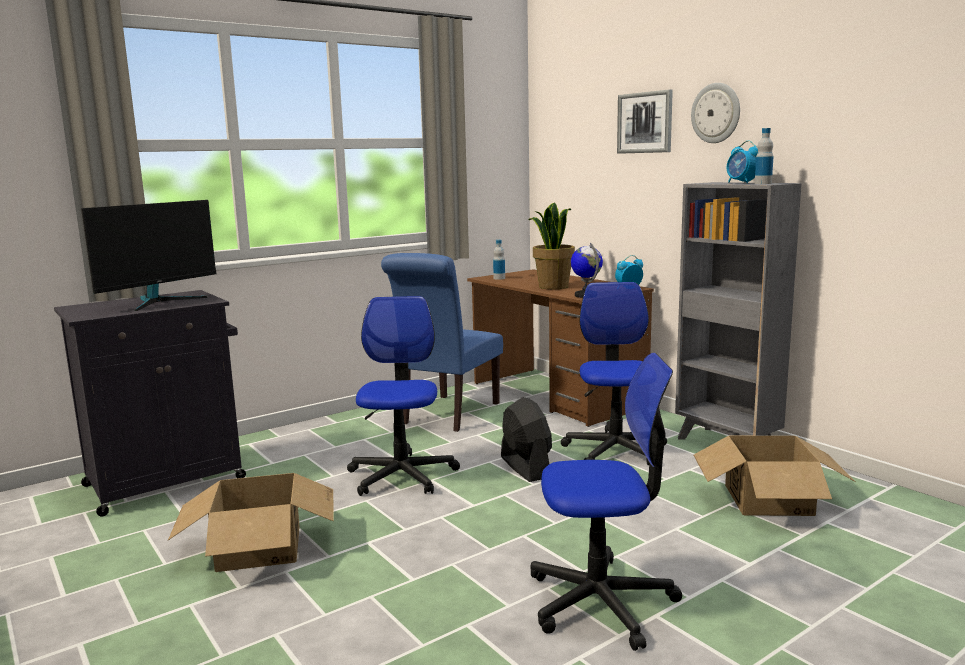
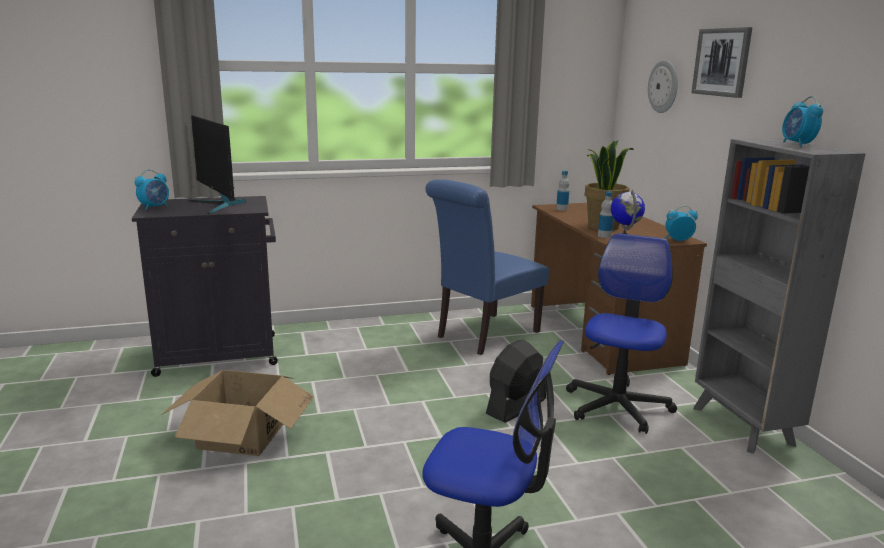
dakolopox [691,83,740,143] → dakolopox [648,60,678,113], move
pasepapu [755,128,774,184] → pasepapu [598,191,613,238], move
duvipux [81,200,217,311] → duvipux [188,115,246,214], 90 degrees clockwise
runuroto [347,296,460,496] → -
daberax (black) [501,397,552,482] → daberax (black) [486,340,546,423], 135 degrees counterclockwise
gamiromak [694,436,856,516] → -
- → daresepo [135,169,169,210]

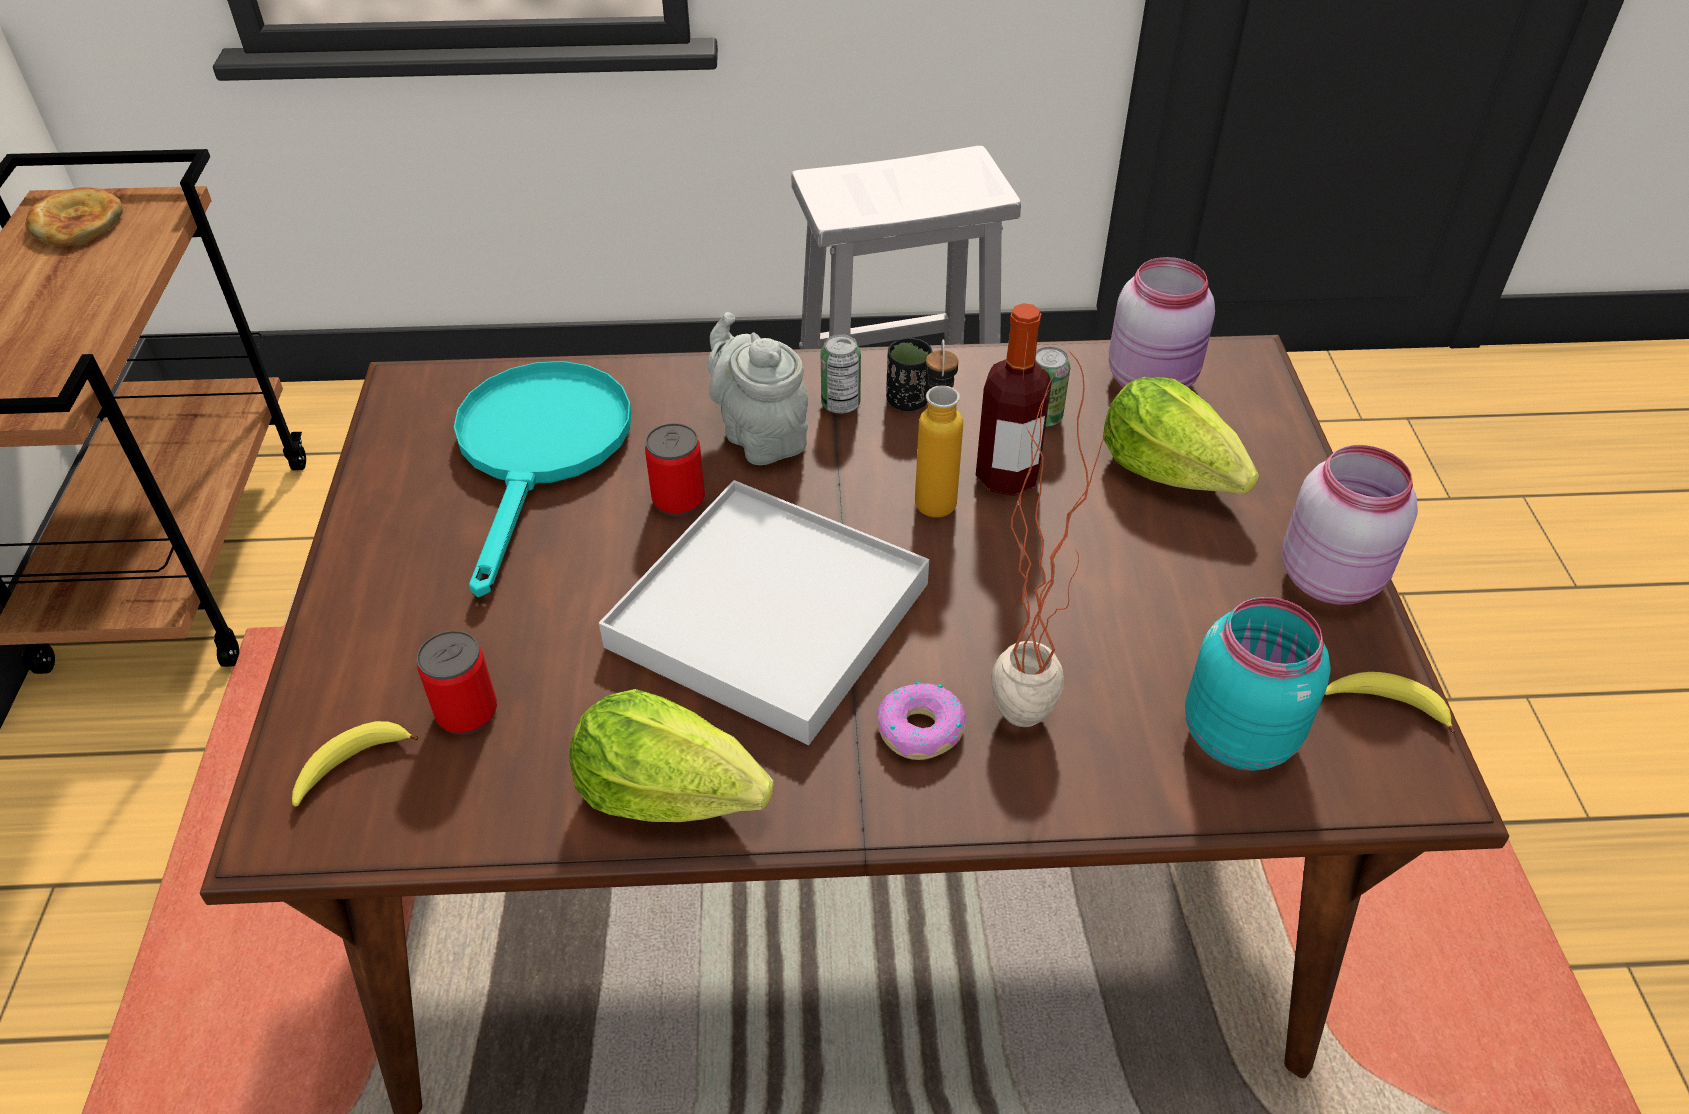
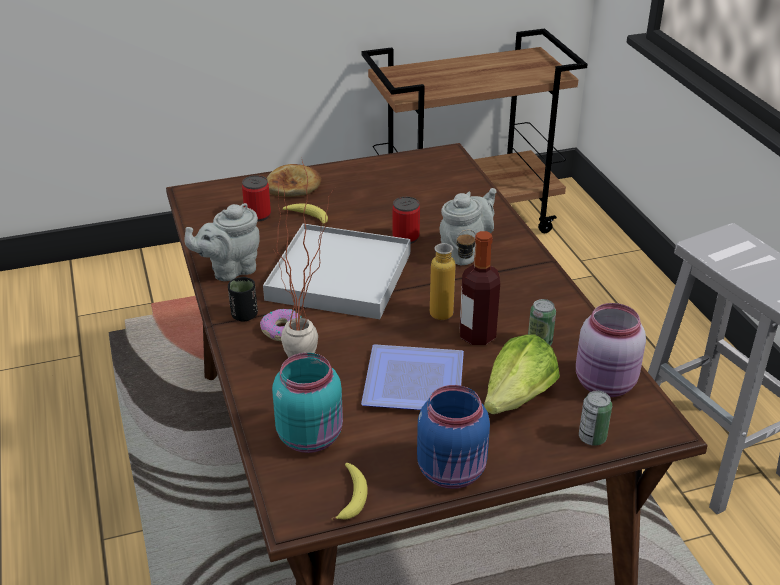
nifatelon [26,187,123,246] → nifatelon [267,164,321,197], move
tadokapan [820,334,861,414] → tadokapan [579,391,612,446], move
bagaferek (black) [886,337,932,411] → bagaferek (black) [228,277,258,322], move
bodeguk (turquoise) [454,361,631,597] → -
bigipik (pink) [1282,445,1418,605] → bigipik (blue) [417,385,490,489]
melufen [569,689,774,822] → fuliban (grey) [184,203,260,281]
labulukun [292,721,418,807] → labulukun [283,203,328,226], move
- → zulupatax [361,344,464,410]

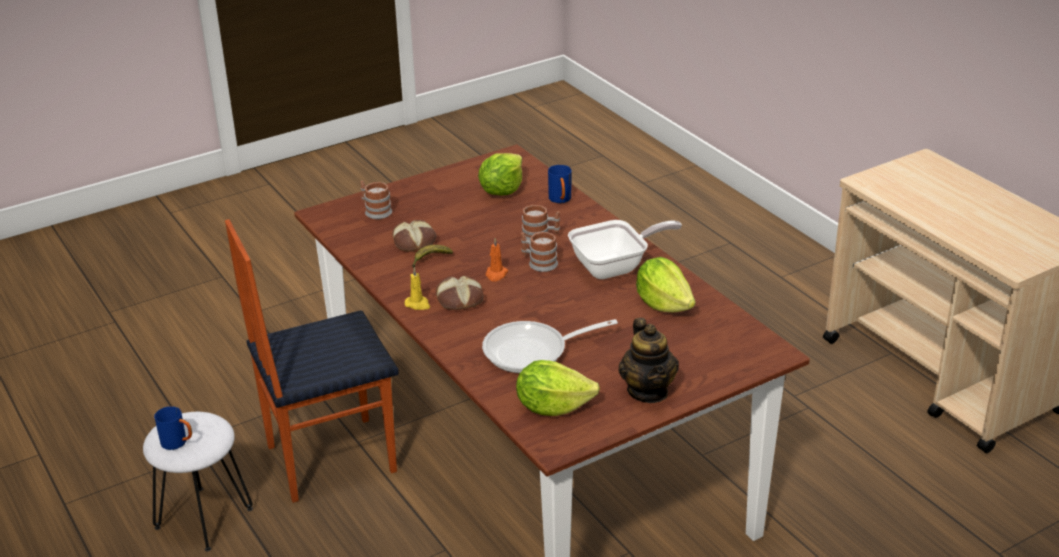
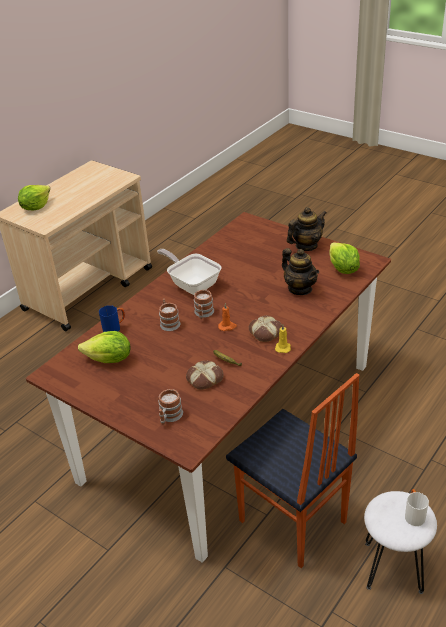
melufen [636,257,696,312] → melufen [18,185,50,210], move
bodeguk [482,319,618,373] → fuliban [282,248,319,295]
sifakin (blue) [154,406,192,450] → sifakin (white) [405,489,429,526]

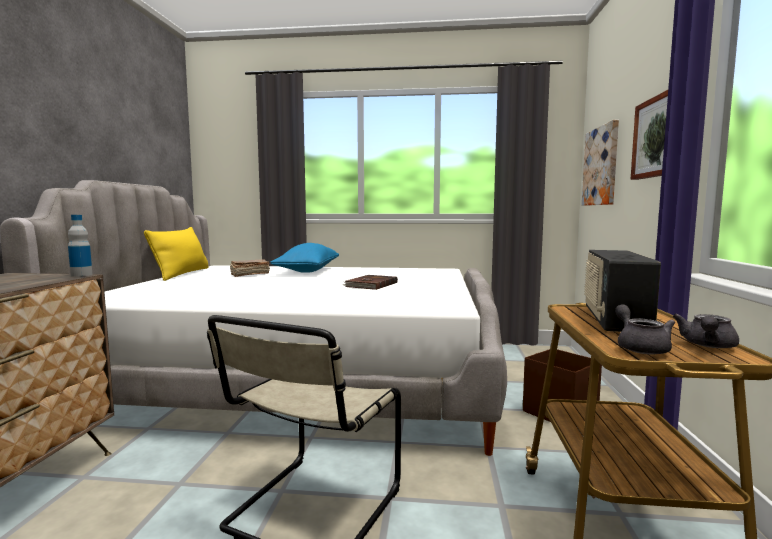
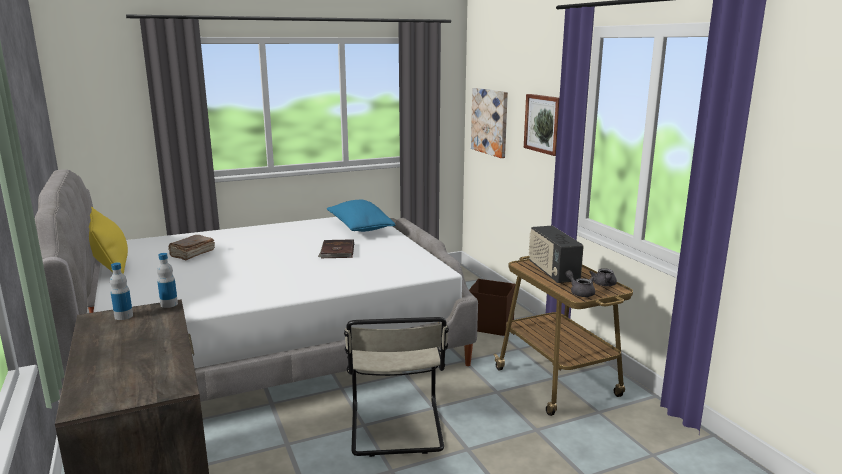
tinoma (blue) [270,243,339,273] → tinoma (blue) [327,200,395,232], move
- → pasepapu [110,263,133,320]

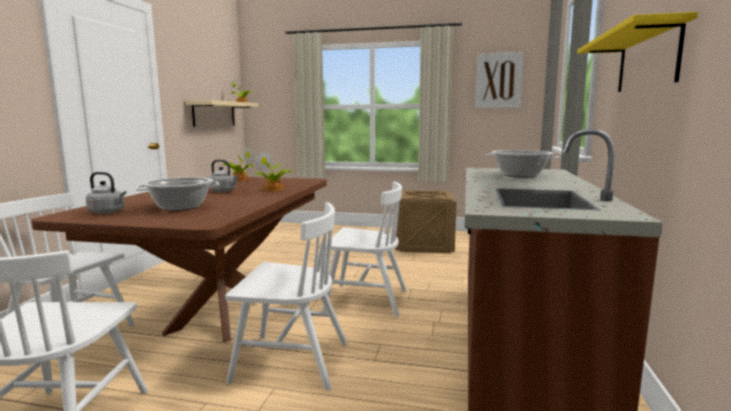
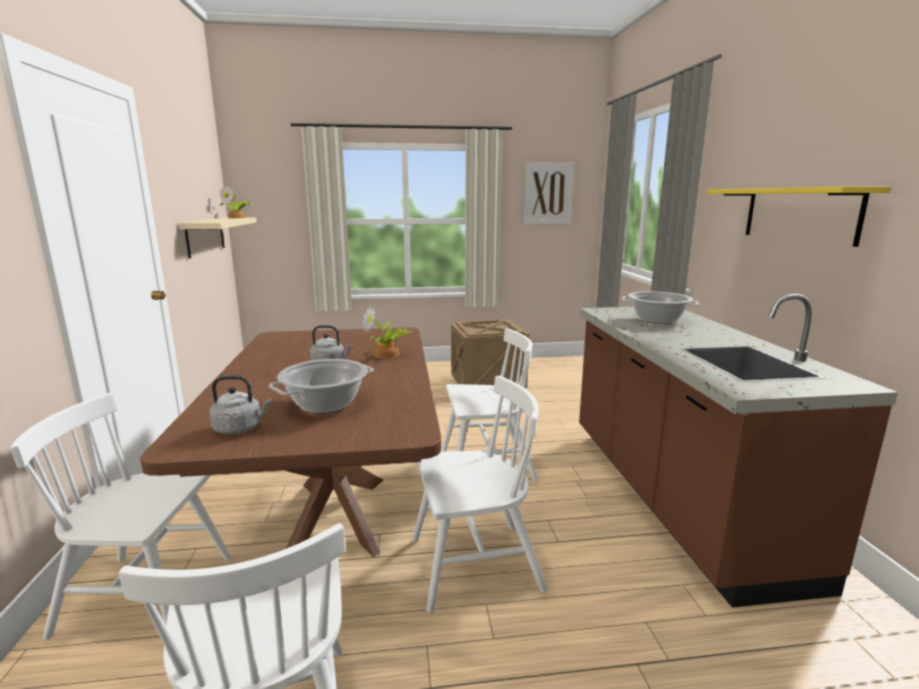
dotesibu [223,146,255,181] → -

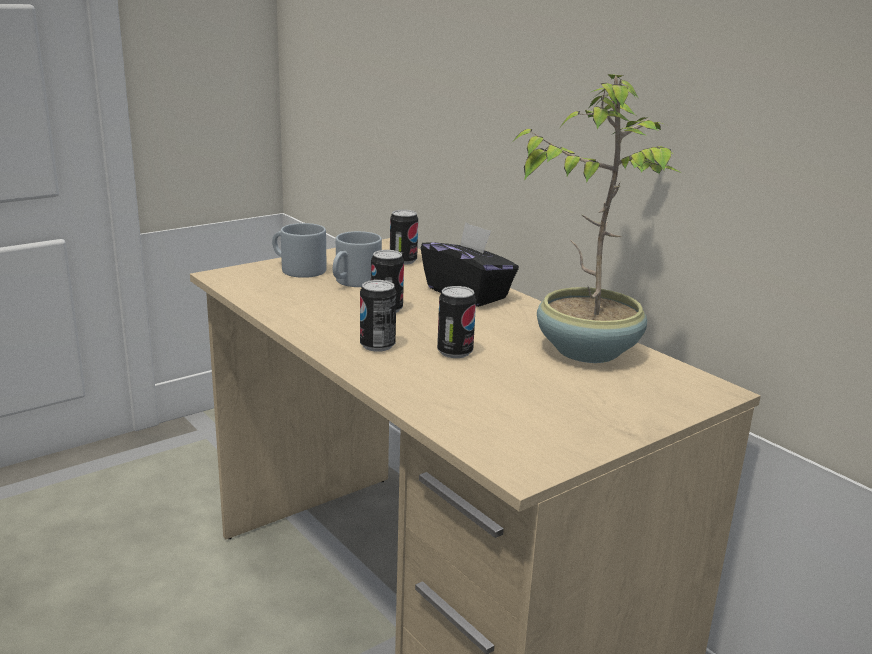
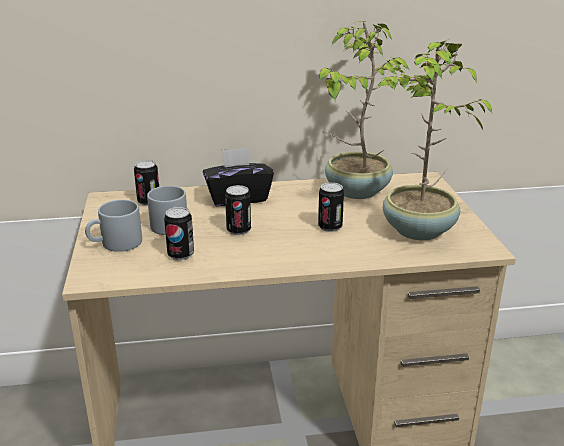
tadokapan [360,280,396,352] → tadokapan [164,207,194,260], move
- → dotesibu [378,39,493,240]

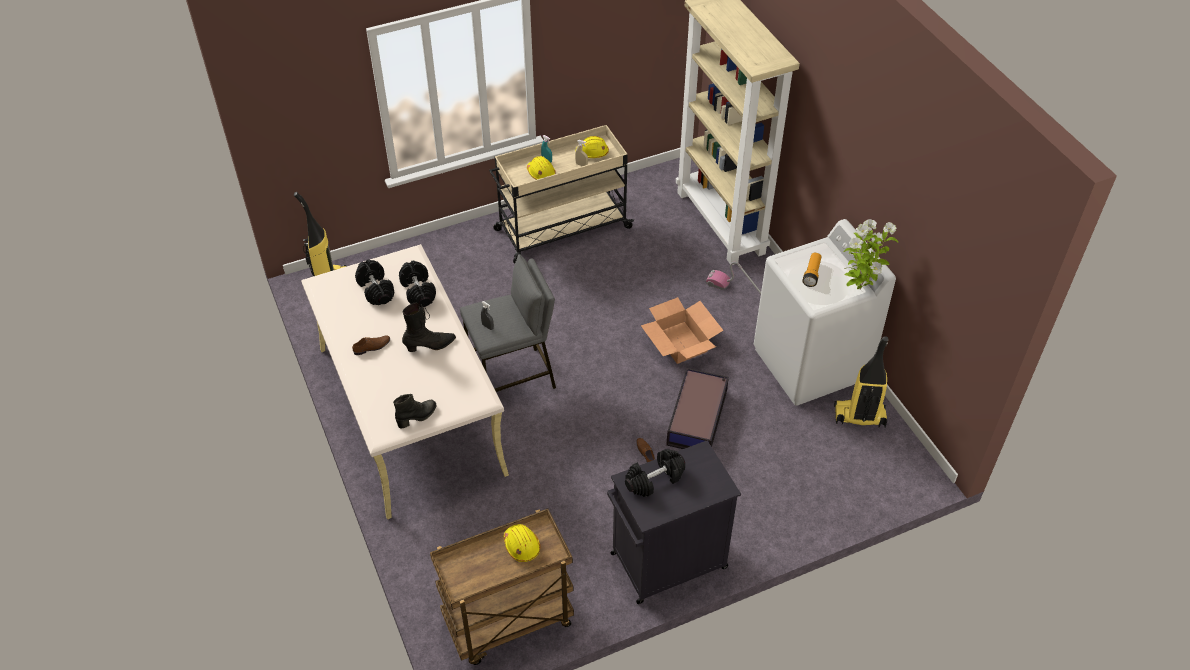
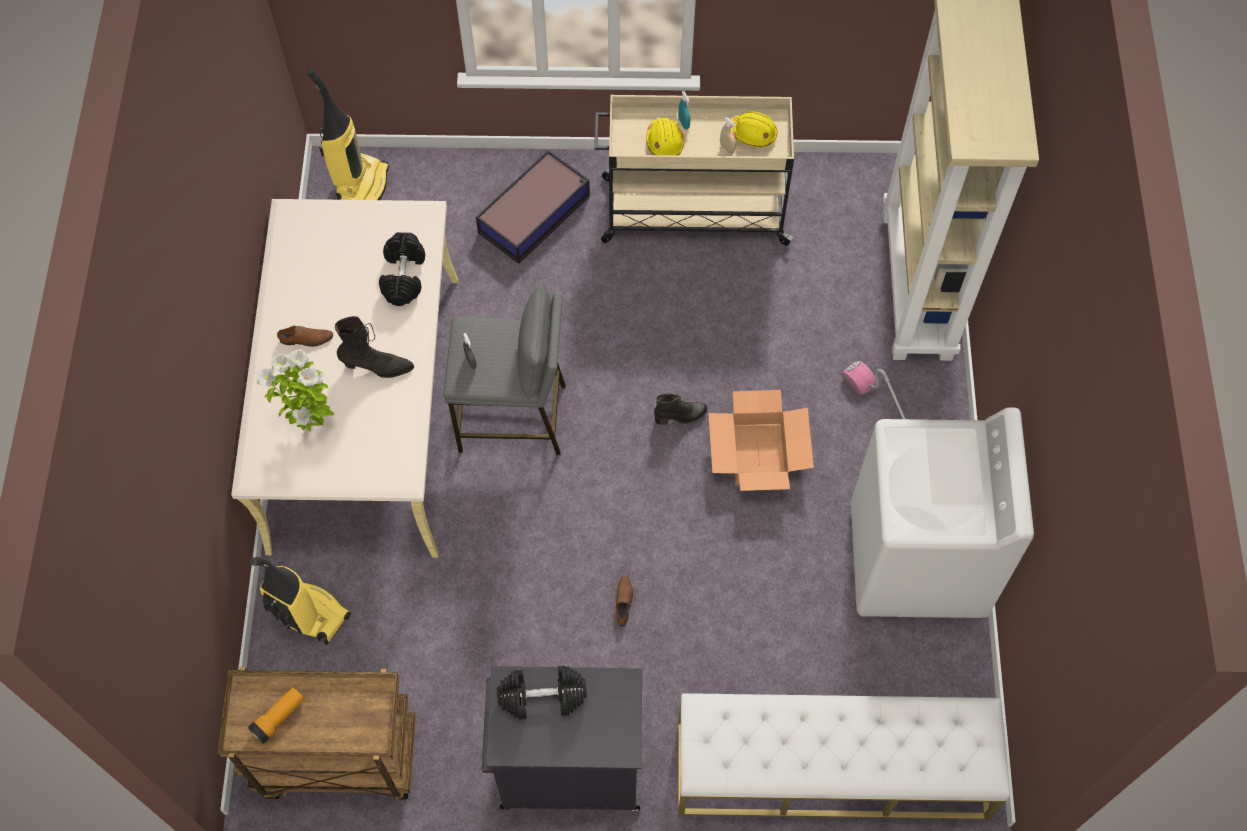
dotesibu [844,219,898,290] → dotesibu [256,349,334,432], move
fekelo [802,253,821,287] → fekelo [248,687,305,744], move
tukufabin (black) [355,260,394,305] → -
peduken [834,336,889,428] → peduken [249,557,351,645], move
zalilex [666,368,729,449] → zalilex [476,150,590,264], move
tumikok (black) [393,394,436,429] → tumikok (black) [654,393,707,425], move
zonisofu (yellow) [504,524,540,562] → -
- → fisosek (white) [678,693,1010,820]

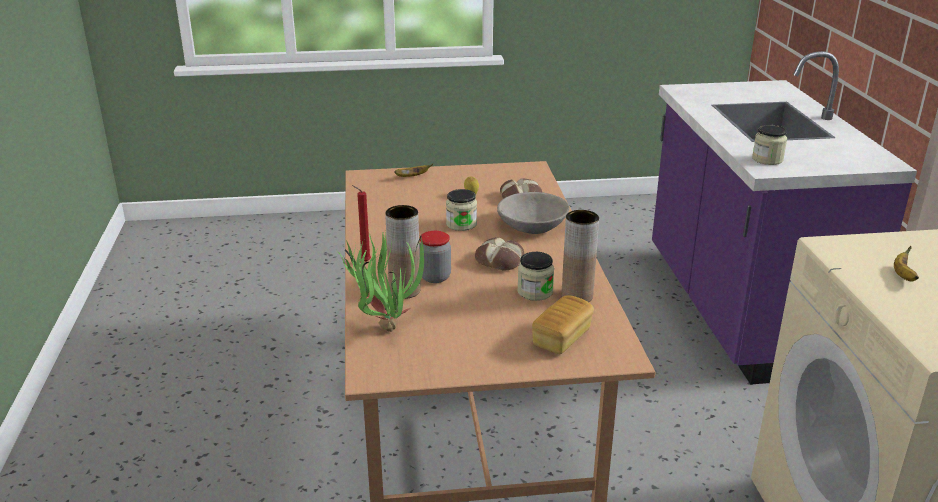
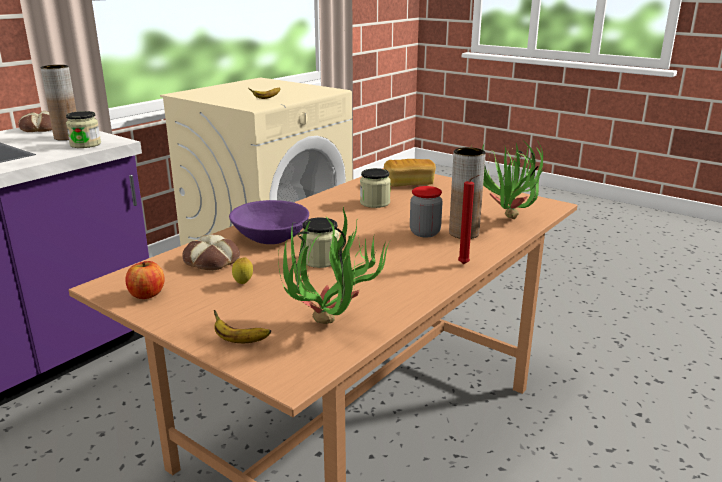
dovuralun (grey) [497,192,570,234] → dovuralun (purple) [229,200,309,244]
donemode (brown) [562,210,599,302] → donemode (brown) [41,65,77,141], move
nifatelon [475,238,524,270] → nifatelon [18,111,52,132], move
- → dotesibu [278,207,390,324]
- → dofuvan [126,261,165,299]

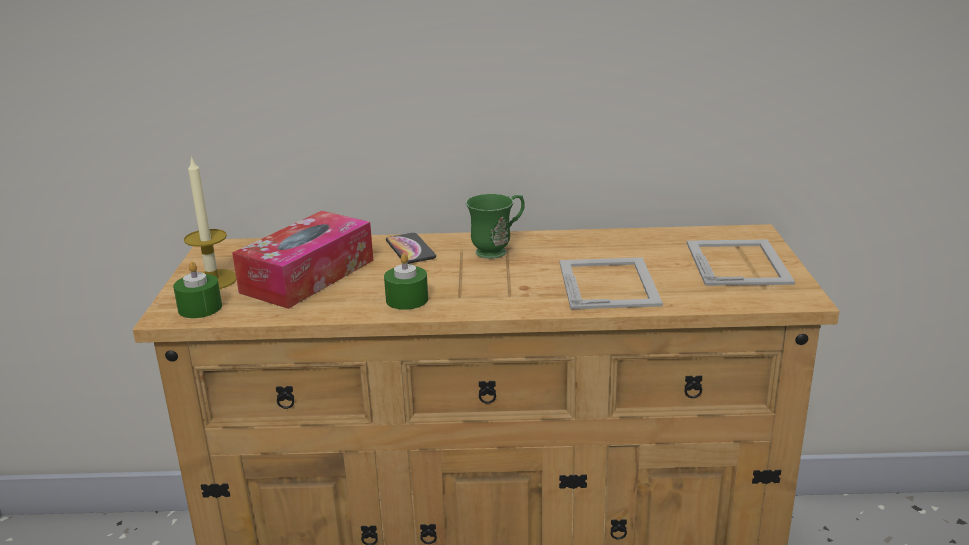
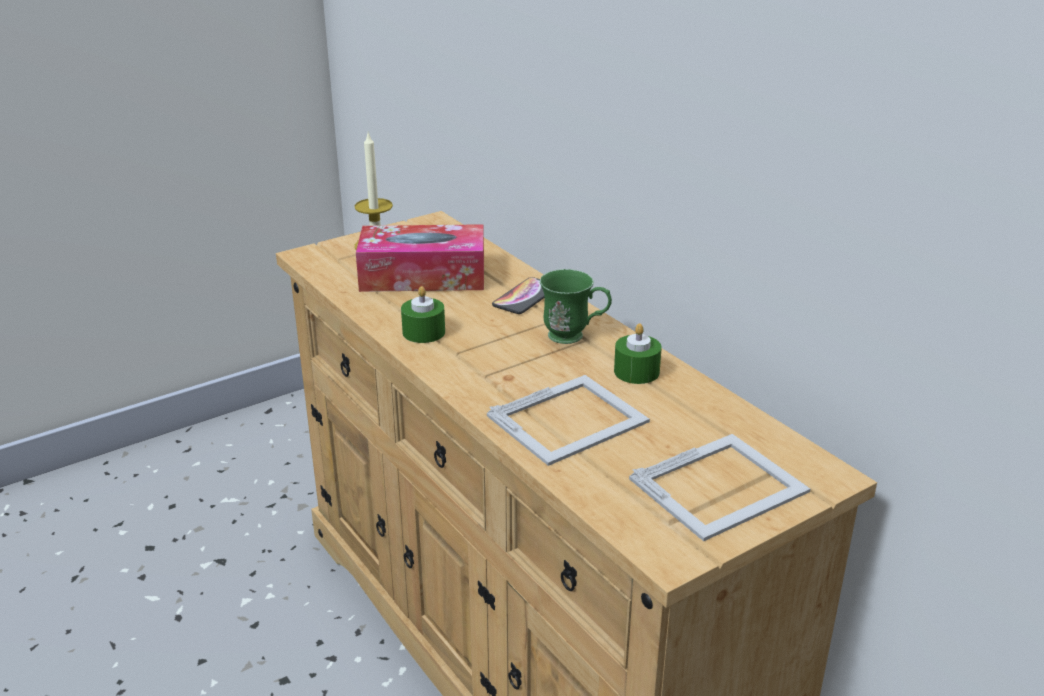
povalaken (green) [173,261,222,318] → povalaken (green) [614,323,662,384], move

